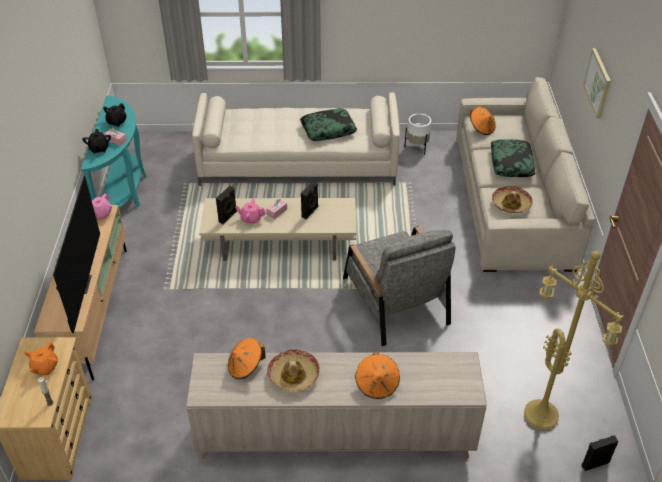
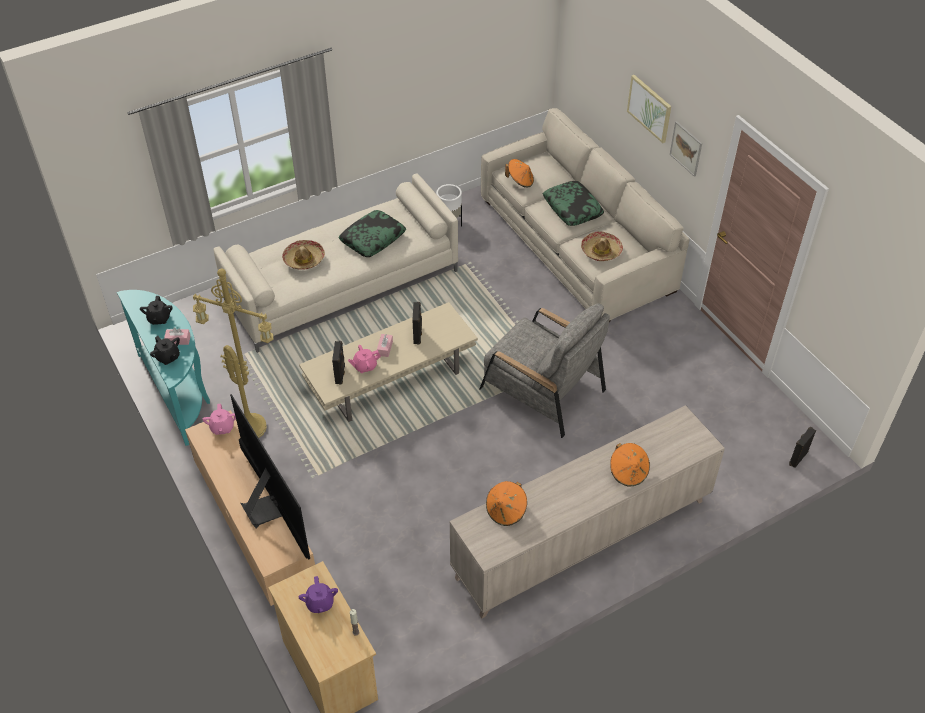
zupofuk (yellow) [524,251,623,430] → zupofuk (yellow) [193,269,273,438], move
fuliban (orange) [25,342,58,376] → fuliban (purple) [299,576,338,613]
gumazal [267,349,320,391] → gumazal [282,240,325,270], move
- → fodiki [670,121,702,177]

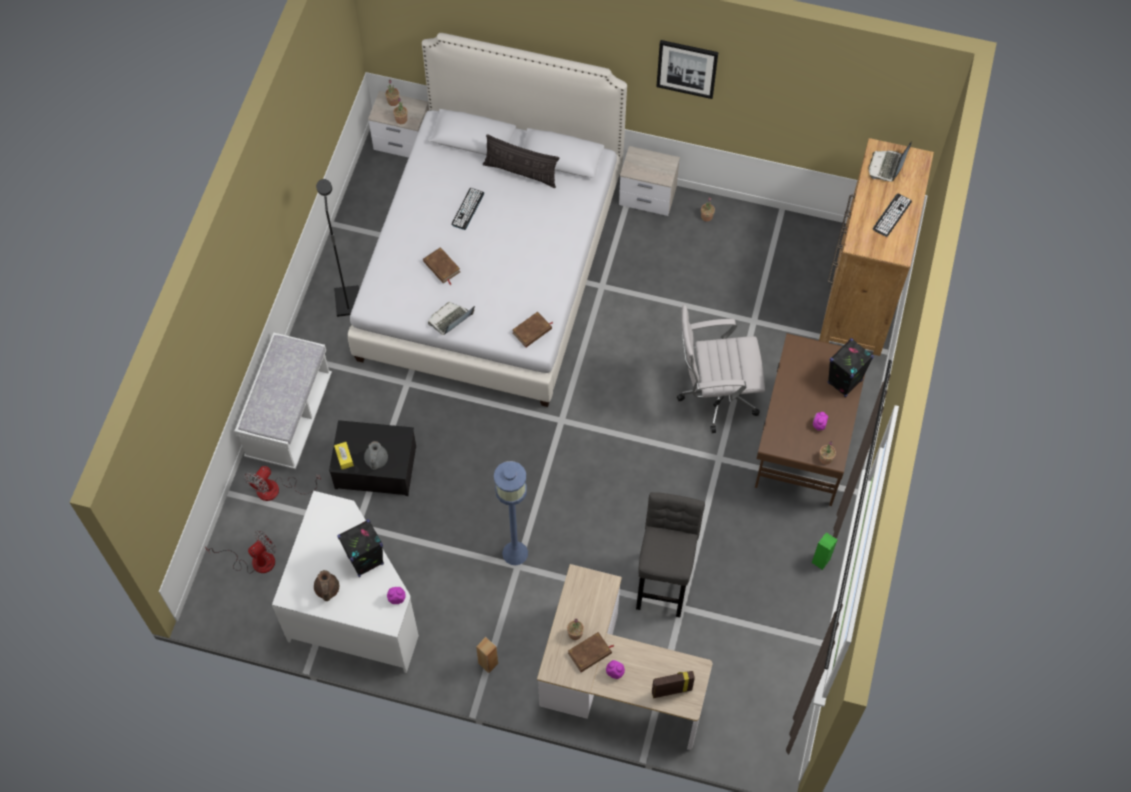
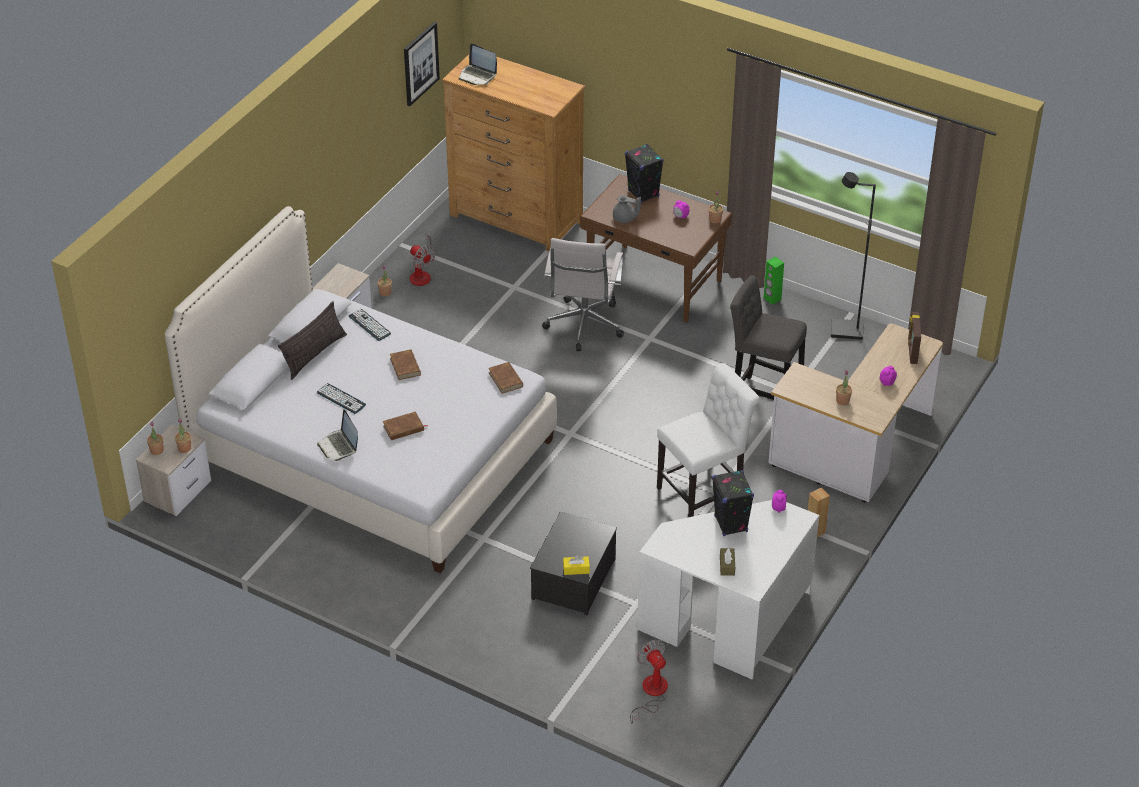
fodiki [656,40,718,99] → fodiki [404,22,440,106], move
zupofuk (black) [316,179,359,317] → zupofuk (black) [831,172,876,340], move
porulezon [873,193,912,237] → porulezon [349,309,391,341], move
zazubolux [428,302,475,335] → zazubolux [317,409,358,461], move
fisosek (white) [235,332,332,469] → -
fuliban (grey) [364,441,388,470] → fuliban (grey) [613,195,641,223], move
zupofuk (blue) [494,461,528,565] → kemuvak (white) [657,363,760,517]
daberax [244,466,321,501] → daberax [410,231,435,286], move
fuliban (brown) [314,570,339,601] → -
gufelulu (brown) [568,632,614,672] → gufelulu (brown) [390,349,421,380], move
- → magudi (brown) [720,548,735,576]

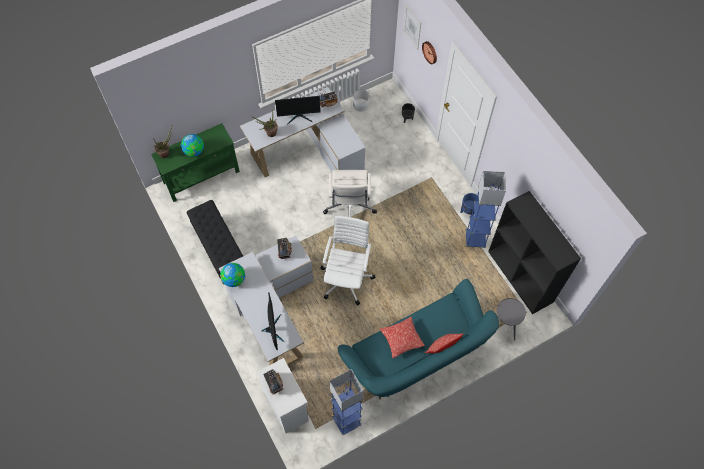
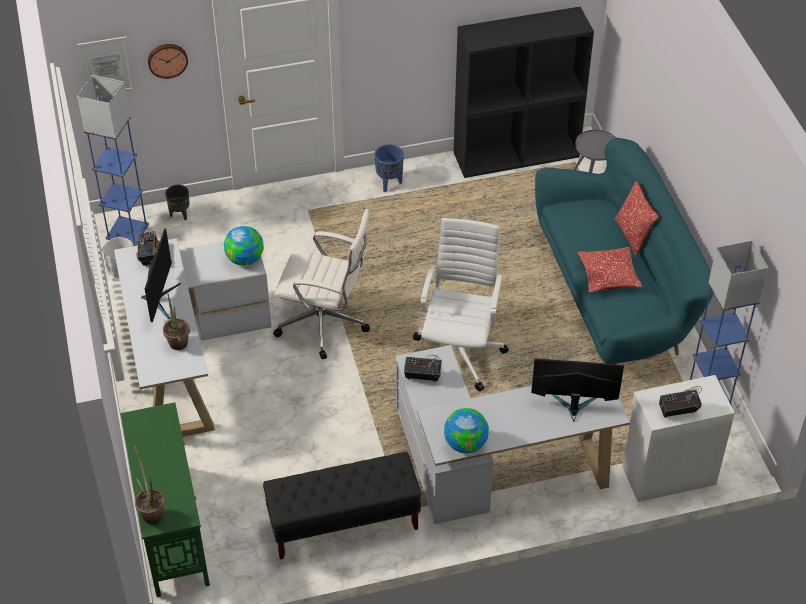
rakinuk [181,134,204,157] → rakinuk [224,226,264,266], move
zupofuk (blue) [466,171,506,248] → zupofuk (blue) [77,75,149,246], move
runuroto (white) [320,216,376,305] → runuroto (white) [413,218,509,391], 75 degrees clockwise

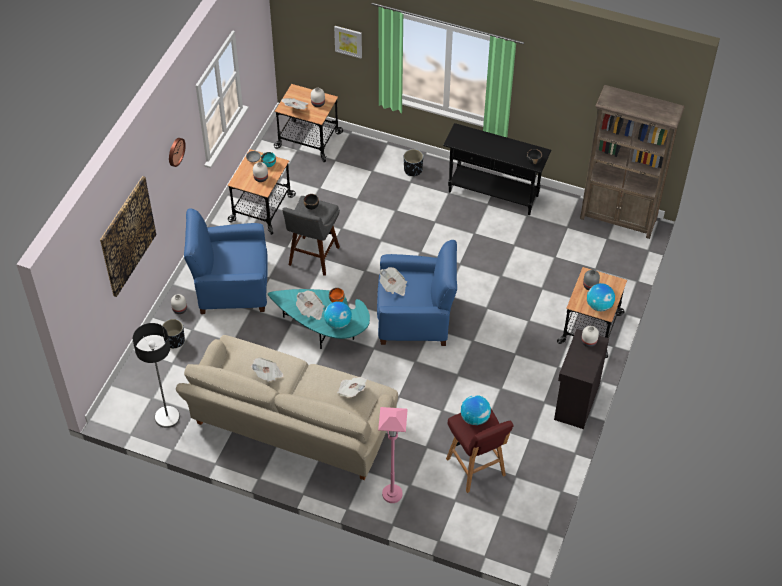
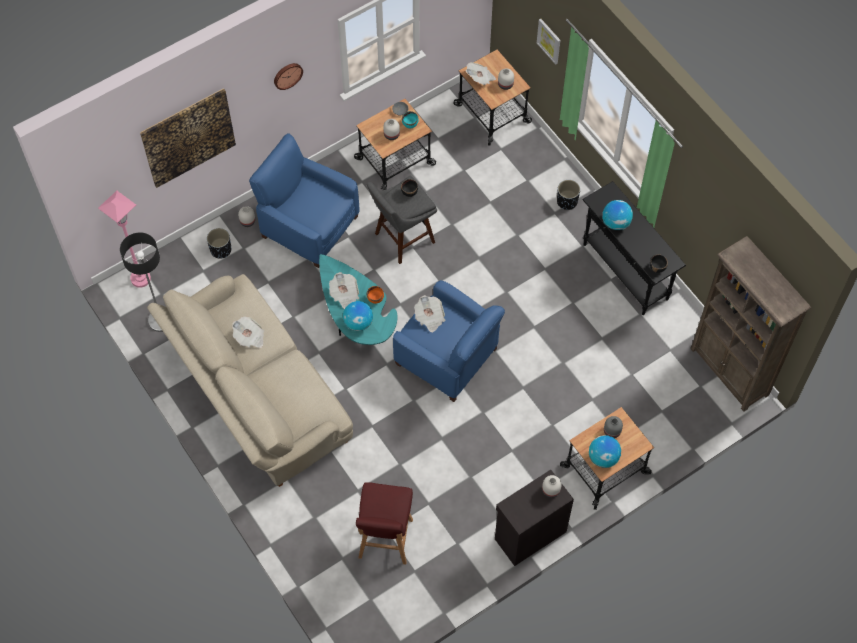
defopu [337,377,367,397] → -
rakinuk [461,395,491,425] → rakinuk [602,200,633,230], move
zupofuk (pink) [378,407,408,503] → zupofuk (pink) [98,191,151,288], move

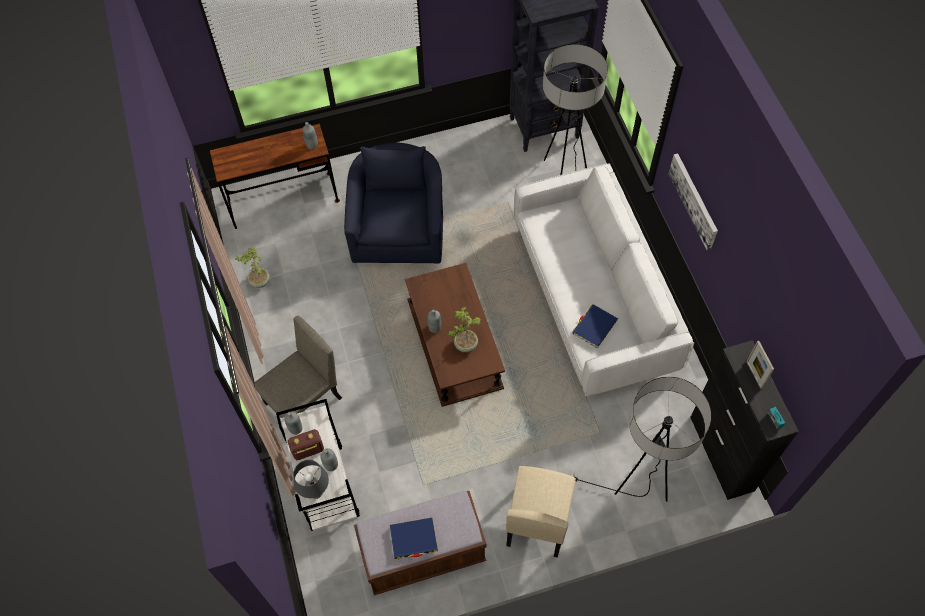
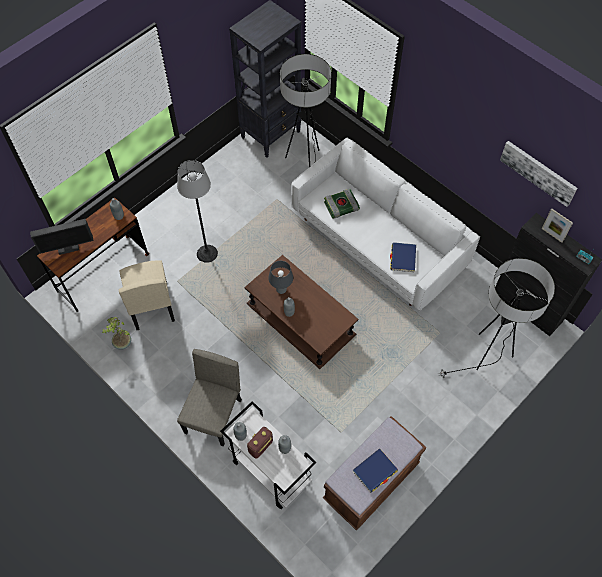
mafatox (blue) [344,142,443,264] → zupofuk [177,160,218,263]
fodiki [669,154,718,250] → fodiki [500,141,578,207], move
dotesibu [448,307,481,352] → -
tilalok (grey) [293,460,329,499] → tilalok (grey) [268,261,293,294], move
kemuvak (beige) [506,466,576,557] → kemuvak (beige) [119,260,175,330], move
- → gufelulu [324,189,360,219]
- → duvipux [30,219,94,255]

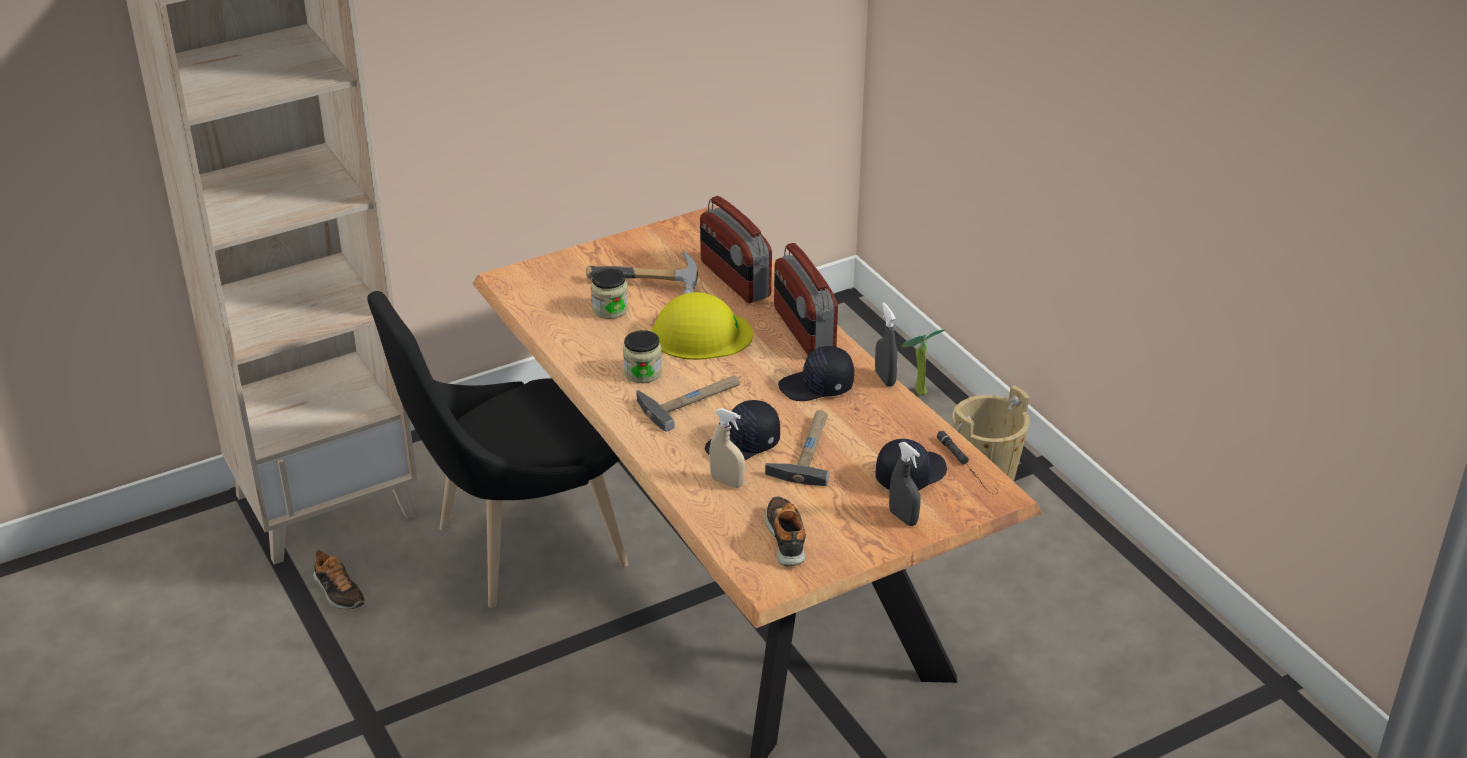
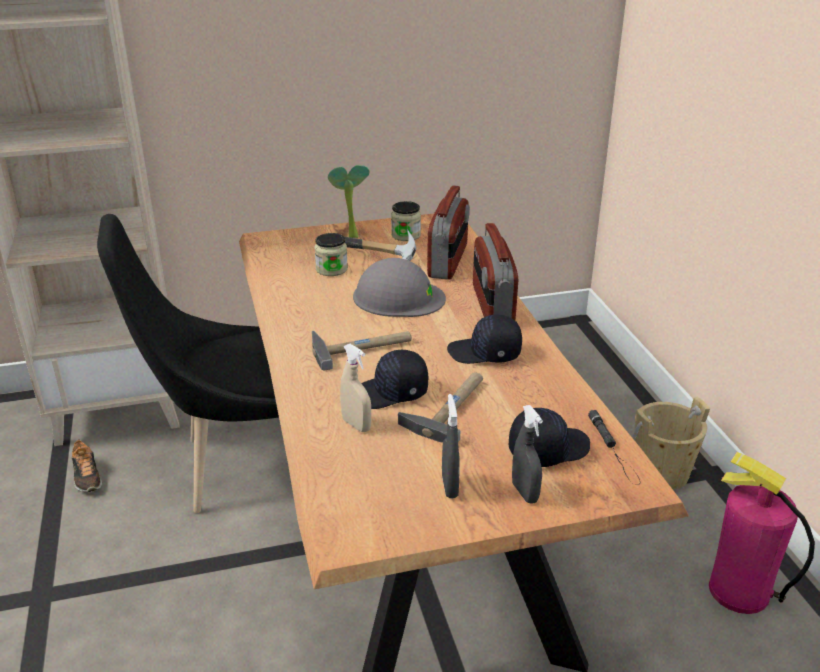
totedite [700,196,772,303] → totedite [427,185,470,280], 150 degrees counterclockwise
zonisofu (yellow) [651,292,753,360] → zonisofu (grey) [353,258,446,317]
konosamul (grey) [875,302,898,387] → konosamul (grey) [442,394,460,498], move
dotesibu [902,329,945,395] → dotesibu [328,165,369,238], move
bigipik [623,330,662,383] → bigipik [391,201,421,241], move
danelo [765,496,806,566] → -
- → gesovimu [709,452,815,614]

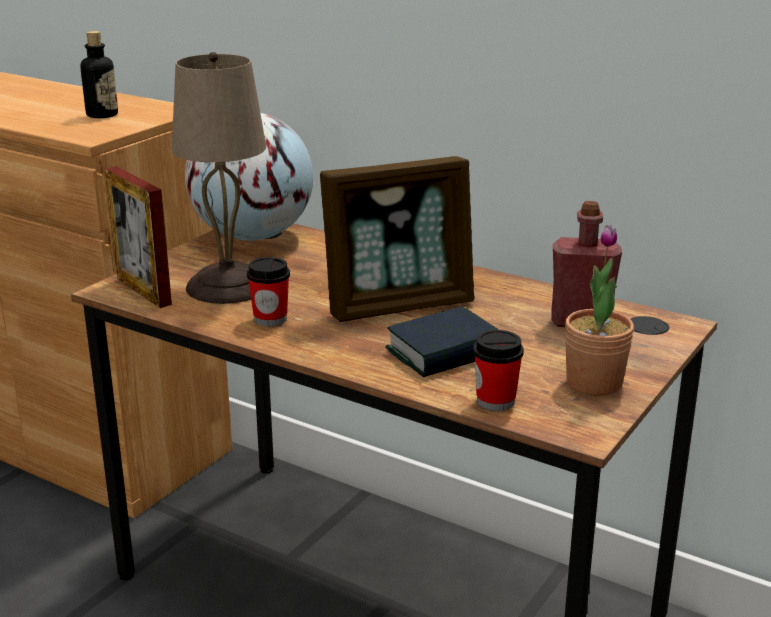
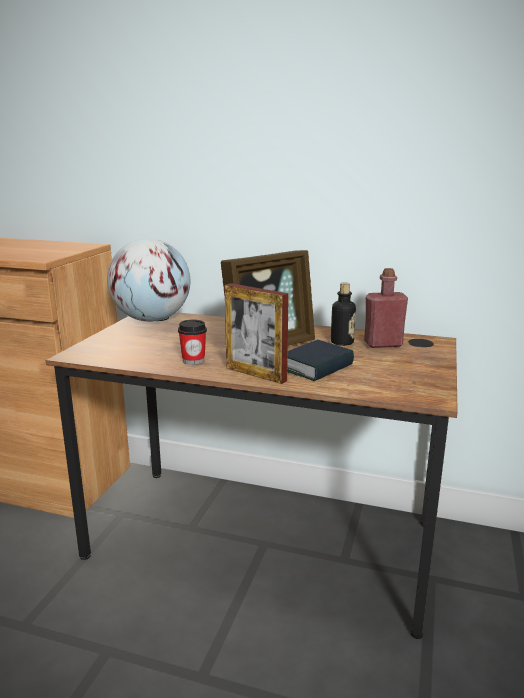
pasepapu [80,31,118,118] → pasepapu [331,282,356,346], move
tilalok (beige) [172,52,266,304] → -
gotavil [105,166,172,308] → gotavil [225,283,289,384], move
dotesibu [565,225,634,396] → -
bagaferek [473,330,524,411] → -

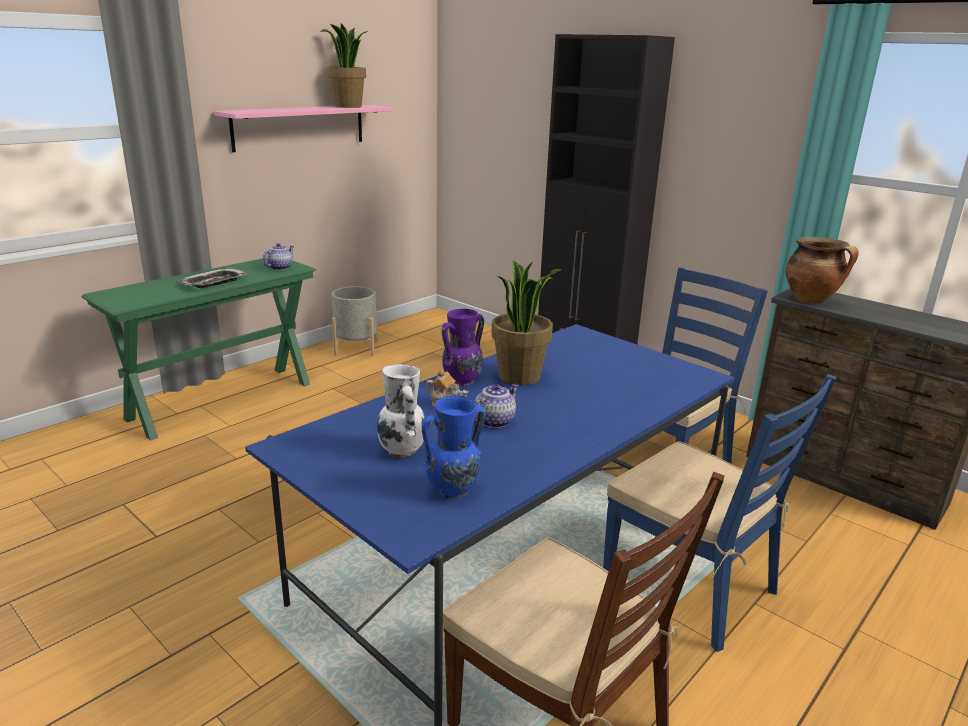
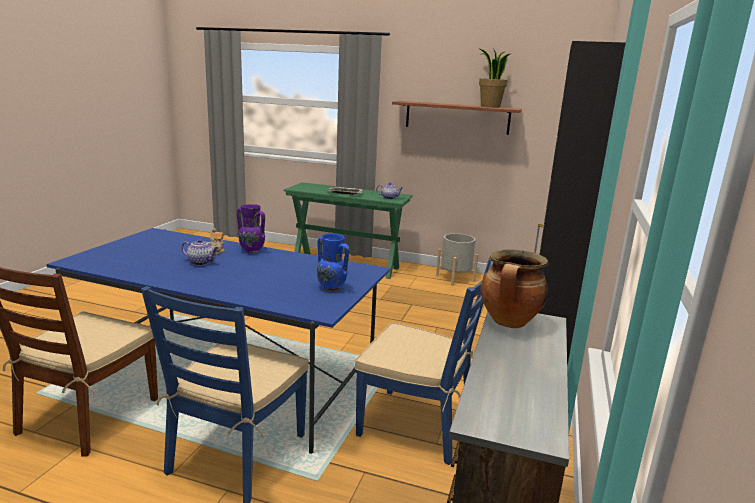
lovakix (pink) [214,105,392,152] → lovakix (brown) [392,101,522,135]
dotesibu [491,261,561,386] → -
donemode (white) [377,364,425,457] → -
donemode (blue) [422,396,486,499] → donemode (blue) [317,233,349,291], move

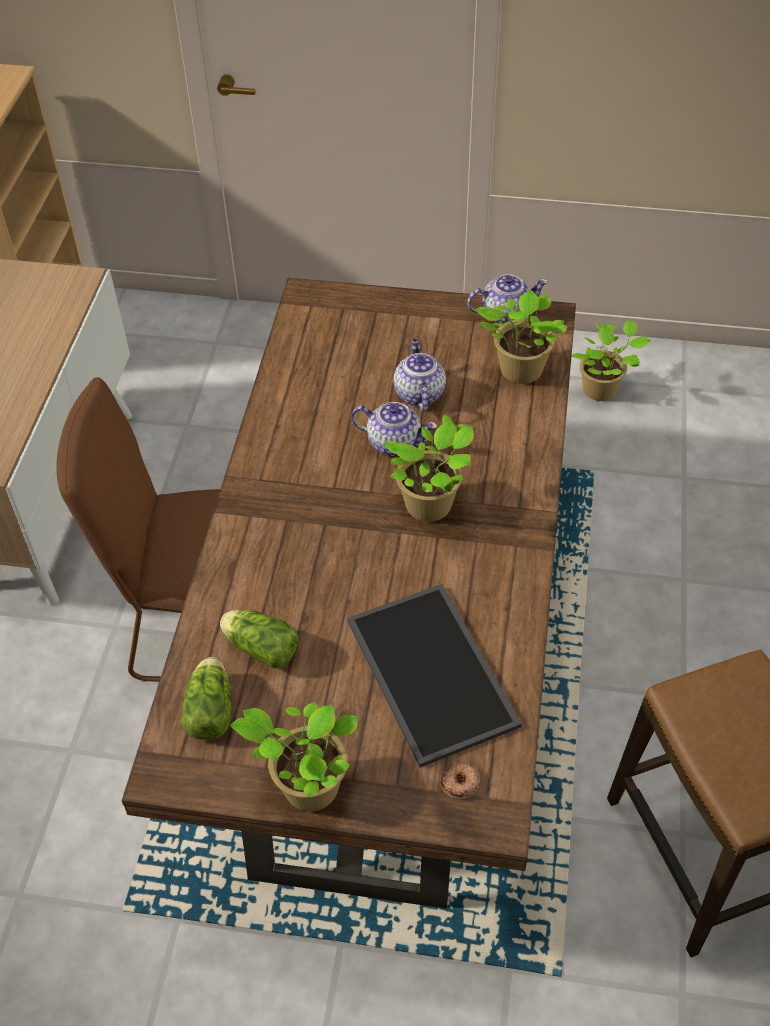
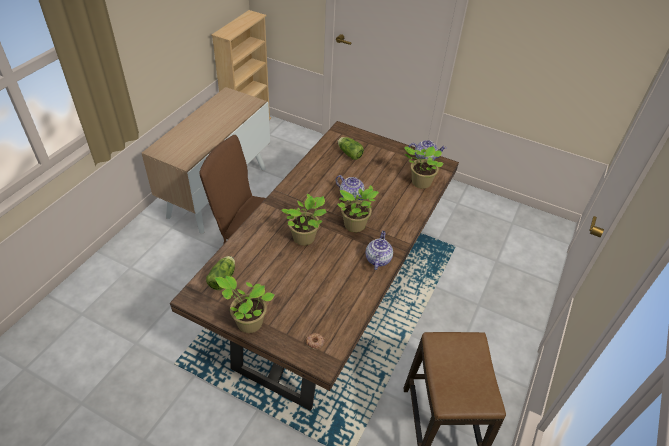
dotesibu [571,319,651,401] → dotesibu [281,194,327,245], move
fuliban [394,339,446,412] → fuliban [365,231,393,270], move
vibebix [347,584,522,767] → -
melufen [220,610,299,669] → melufen [338,137,364,160], move

